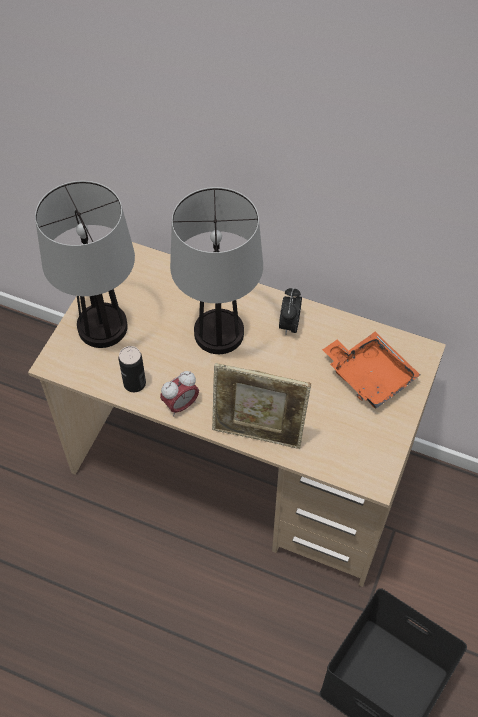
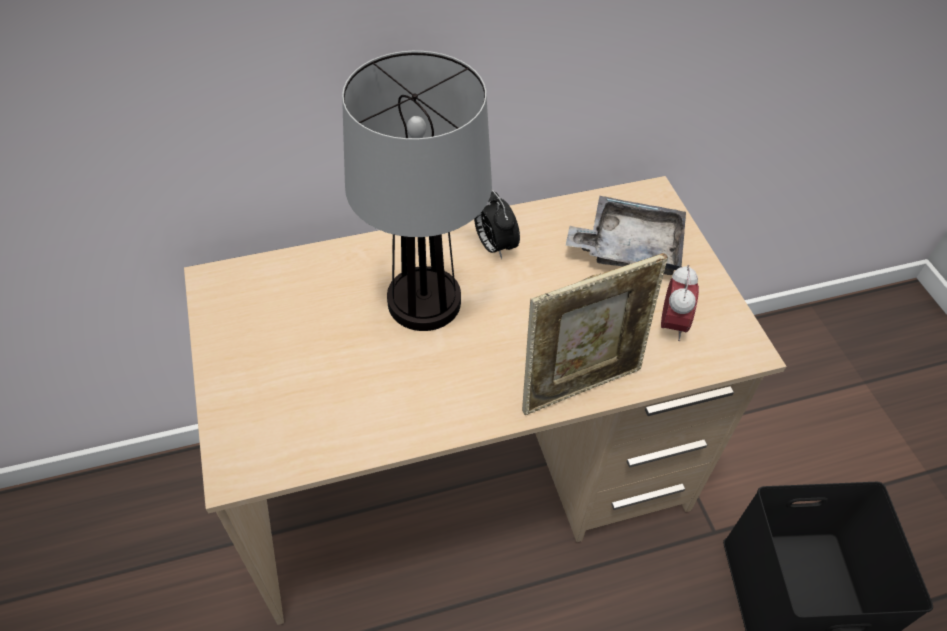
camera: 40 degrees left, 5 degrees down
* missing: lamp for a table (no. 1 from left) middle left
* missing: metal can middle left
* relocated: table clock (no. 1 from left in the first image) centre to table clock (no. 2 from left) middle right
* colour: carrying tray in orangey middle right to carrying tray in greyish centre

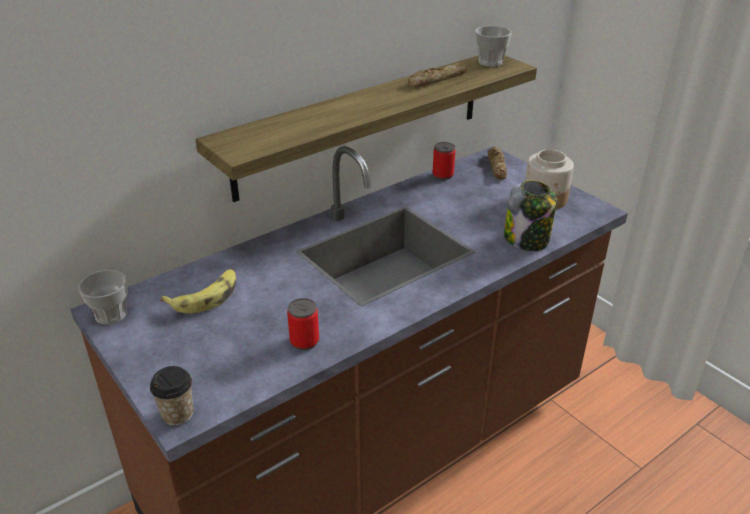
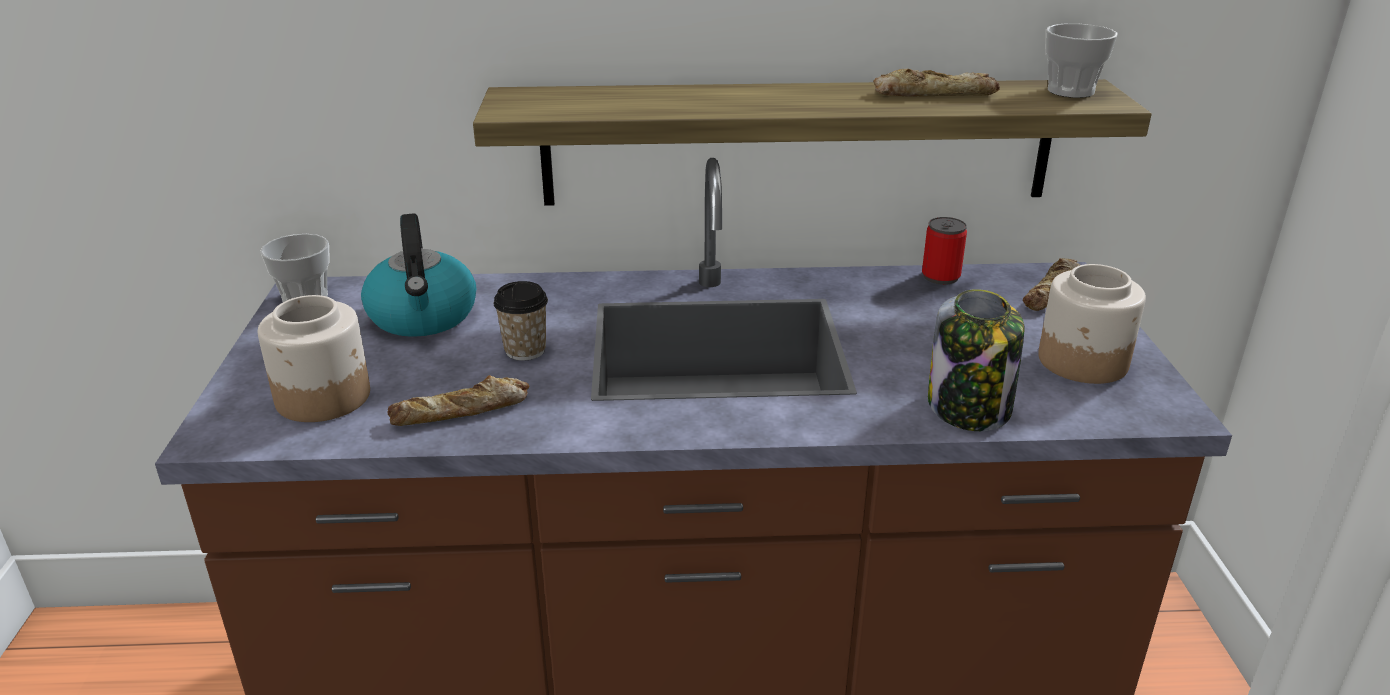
camera: 35 degrees right, 5 degrees down
* appeared: preserve jar (no. 1 from left) middle left
* relocated: small cup (no. 2 from left) bottom left to centre
* exchanged: banana middle left to kettle middle left
* exchanged: metal can (no. 1 from left) centre to bread (no. 1 from left) middle left

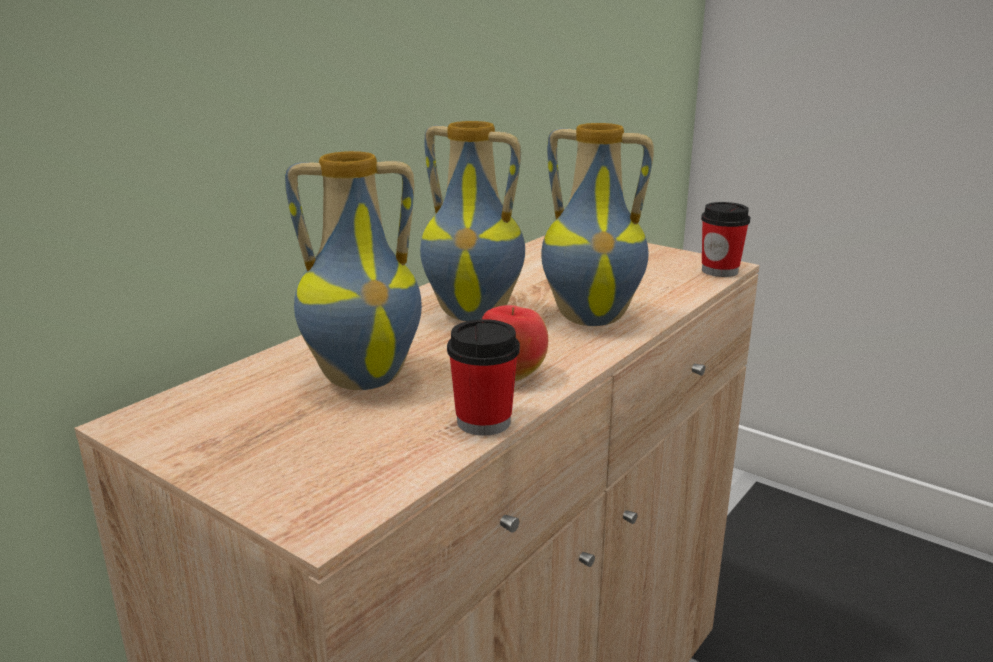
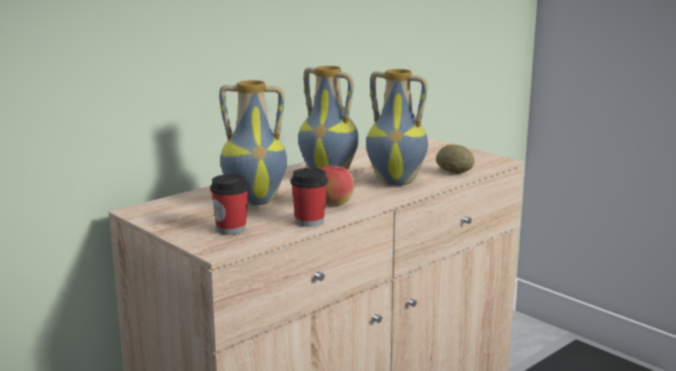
camera: 10 degrees right, 5 degrees down
* appeared: potato middle right
* relocated: small cup (no. 2 from left in the first image) middle right to small cup (no. 1 from left) centre

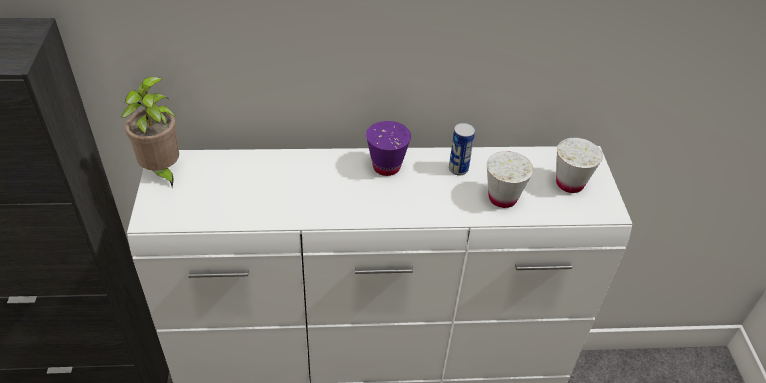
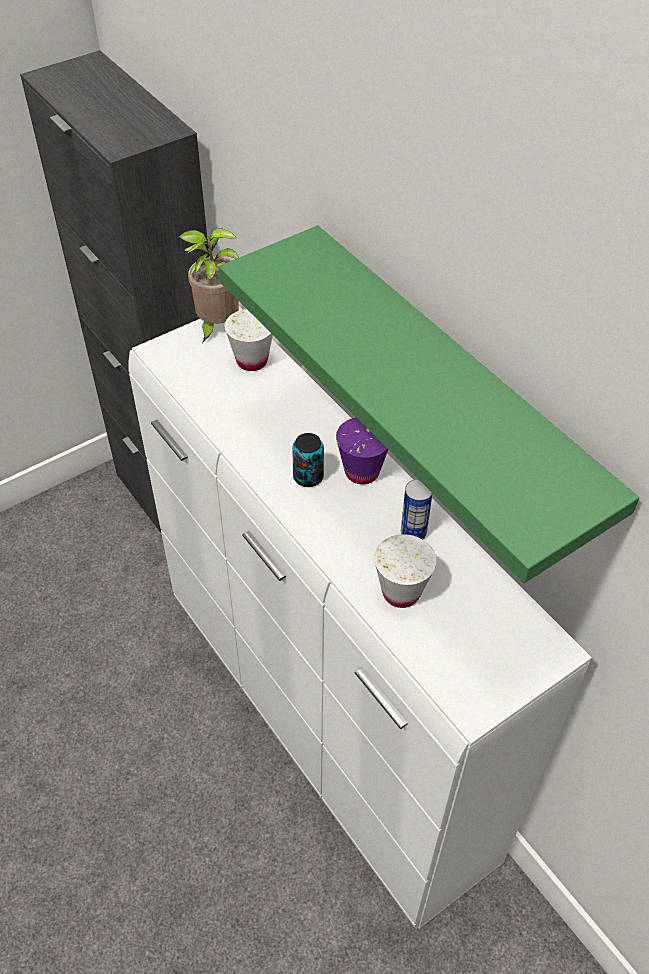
camera: 60 degrees right, 5 degrees up
* appeared: wall shelf in green centre
* appeared: metal can (no. 1 from left) centre
* relocated: small cup in white-coloured (no. 2 from left in the first image) middle right to small cup in white-coloured (no. 1 from left) centre

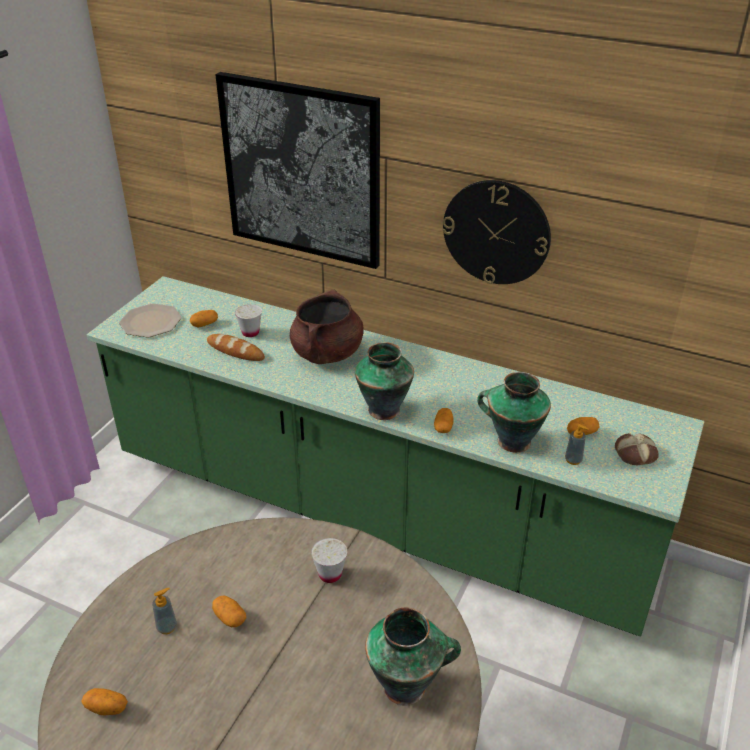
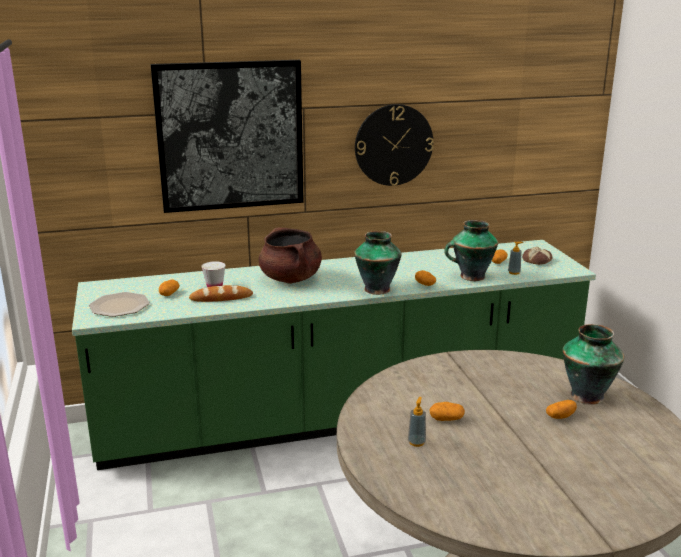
camera: 40 degrees left, 15 degrees down
* missing: small cup in white-coloured (no. 2 from left) bottom centre
* relocated: potato (no. 1 from left in the first image) bottom left to potato (no. 5 from left) bottom right

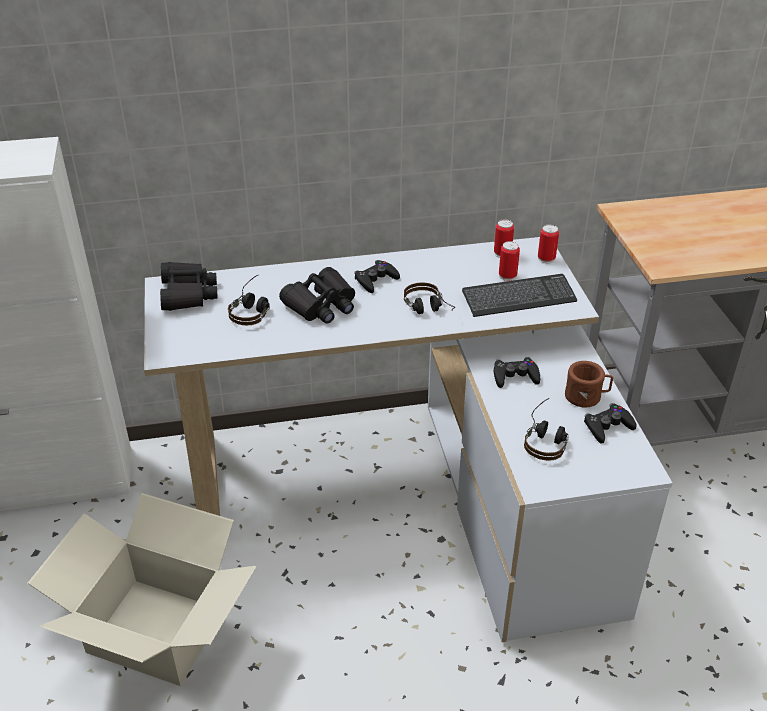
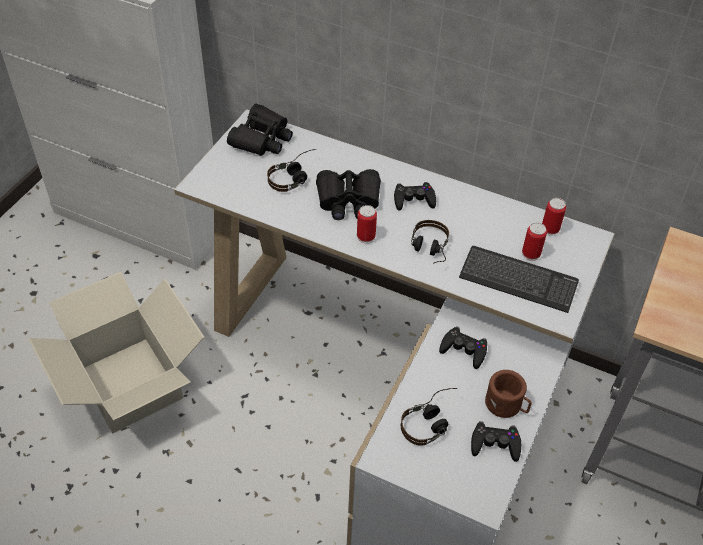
camera: 35 degrees right, 10 degrees up
* relocated: metal can (no. 3 from left in the first image) middle right to metal can (no. 1 from left) centre

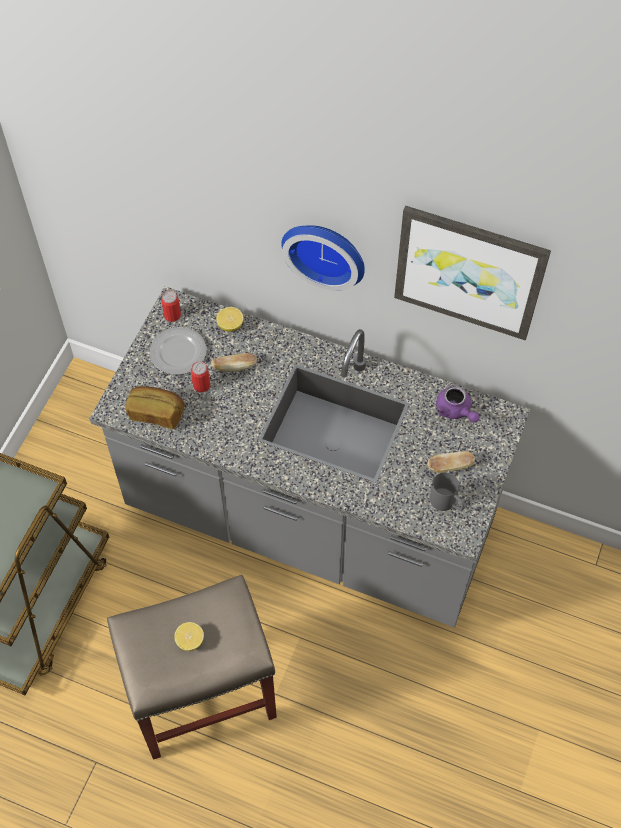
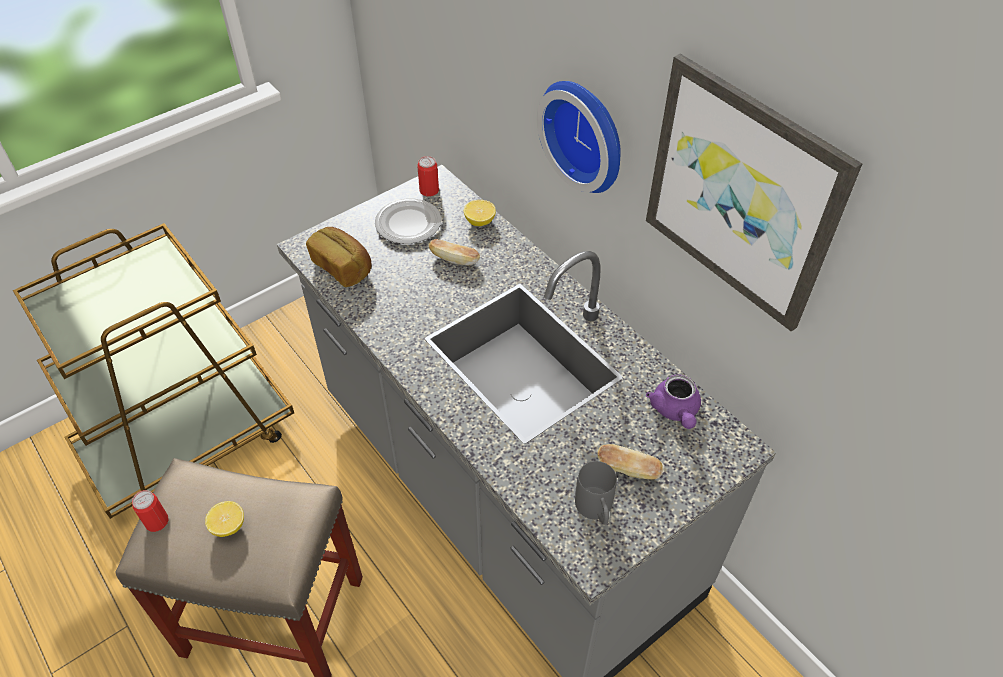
camera: 30 degrees right, 10 degrees down
* relocated: metal can (no. 2 from left in the first image) middle left to metal can (no. 1 from left) bottom left

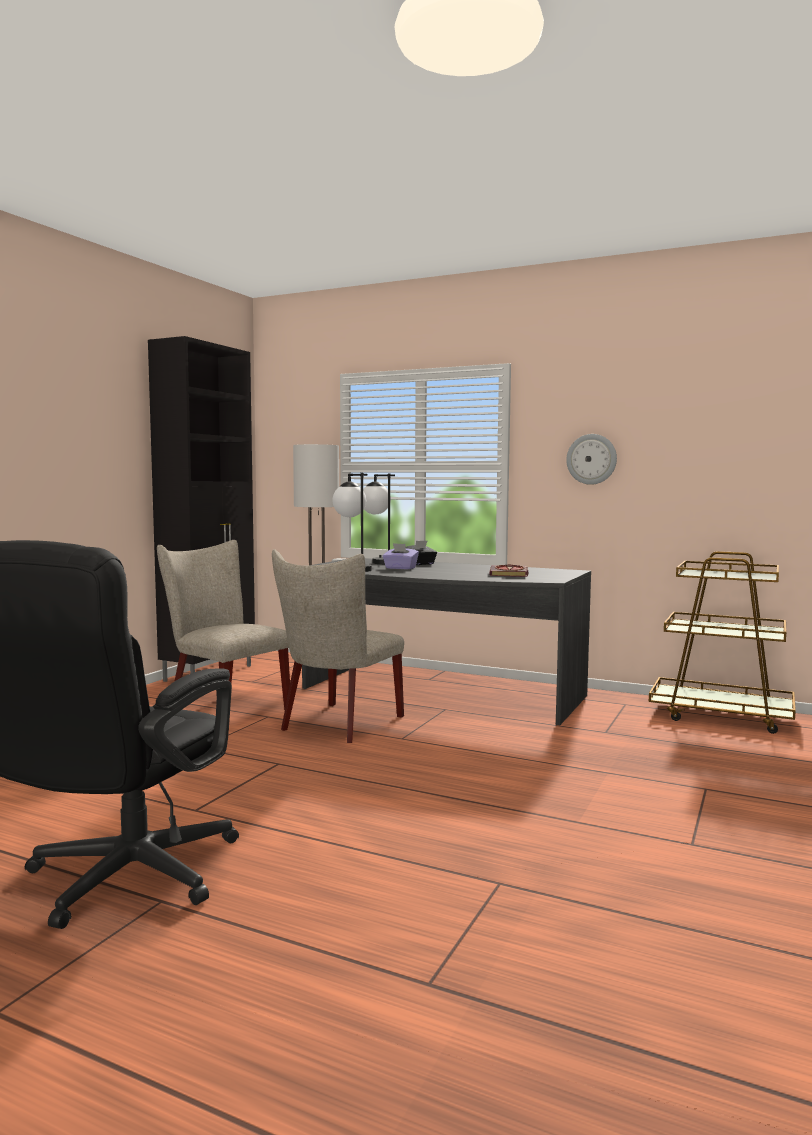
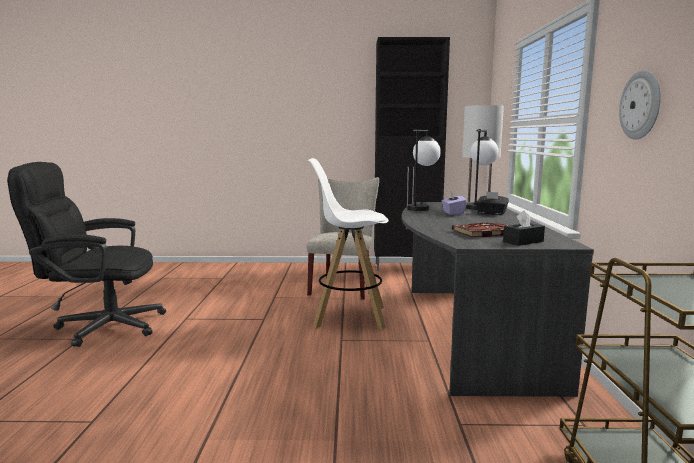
camera: 65 degrees right, 5 degrees up
* appeared: tissue holder in black-coloured (no. 2 from left) middle right
* exchanged: chair in beige-coloured (no. 2 from left) centre to stool in white-coloured centre

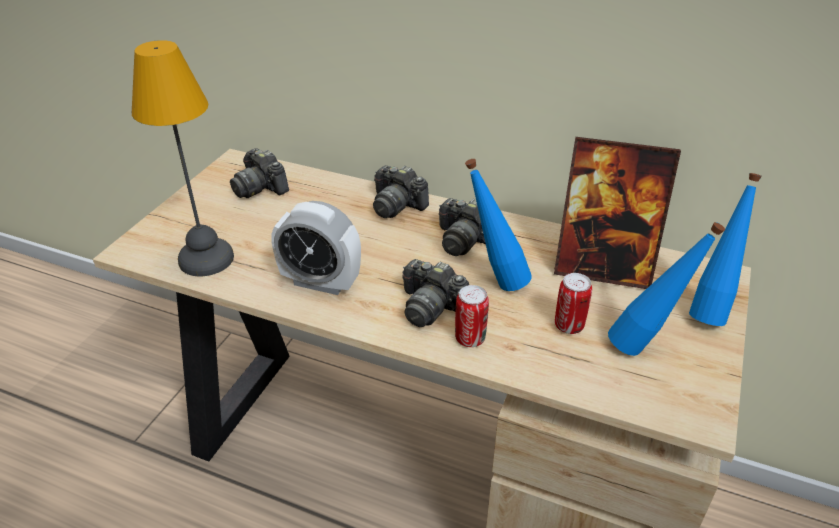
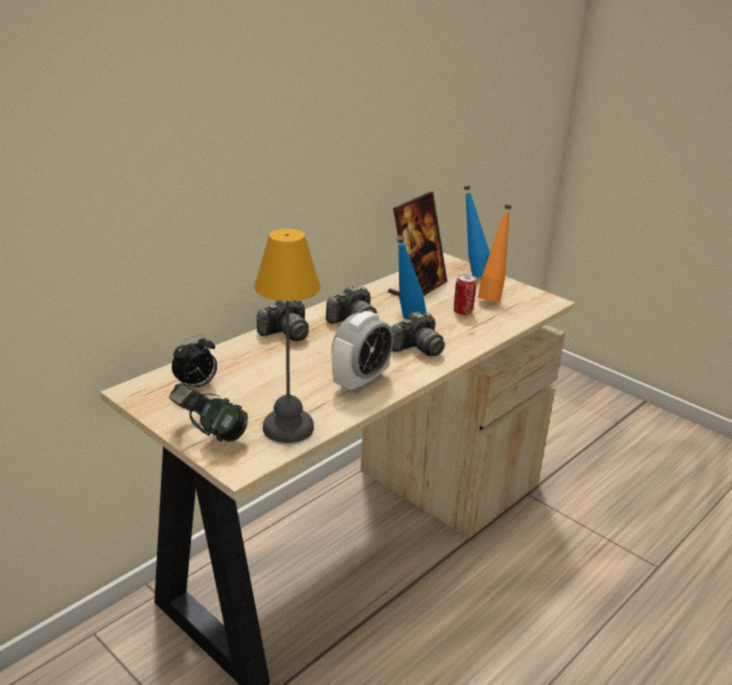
camera: 70 degrees left, 10 degrees down
* missing: metal can (no. 1 from left) centre
* appeared: headphones middle left
* exchanged: photo camera (no. 1 from left) top left to table clock (no. 1 from left) middle left
* colour: beverage bottle in blue-coloured (no. 2 from left) middle right to beverage bottle in orangey middle right

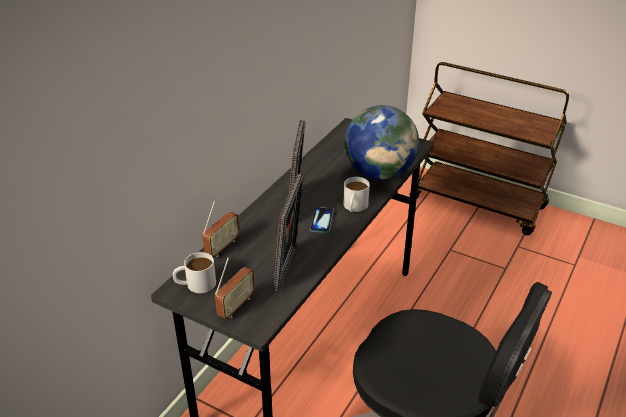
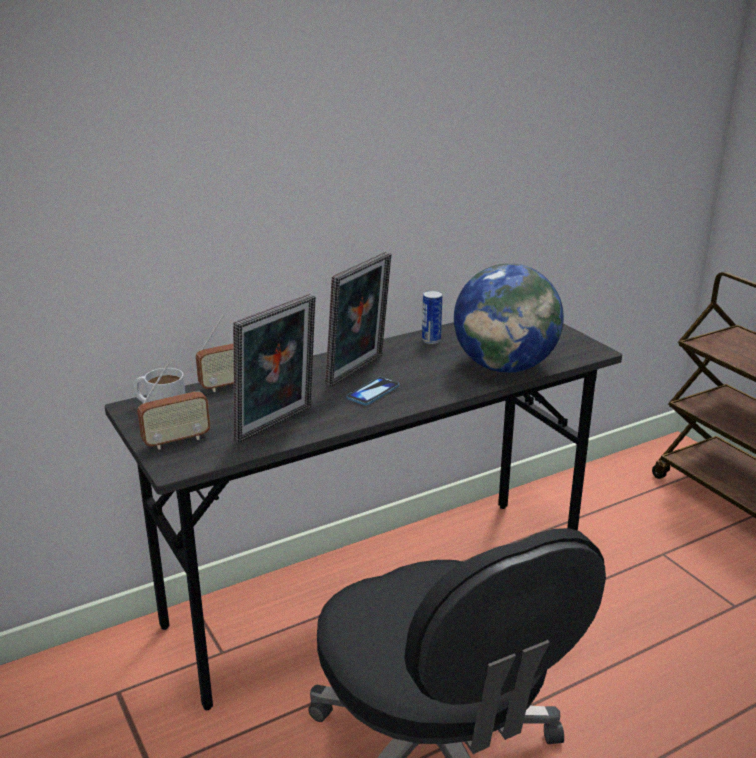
camera: 30 degrees right, 10 degrees down
* missing: coffee mug in white-coloured (no. 2 from left) centre
* appeared: metal can centre

